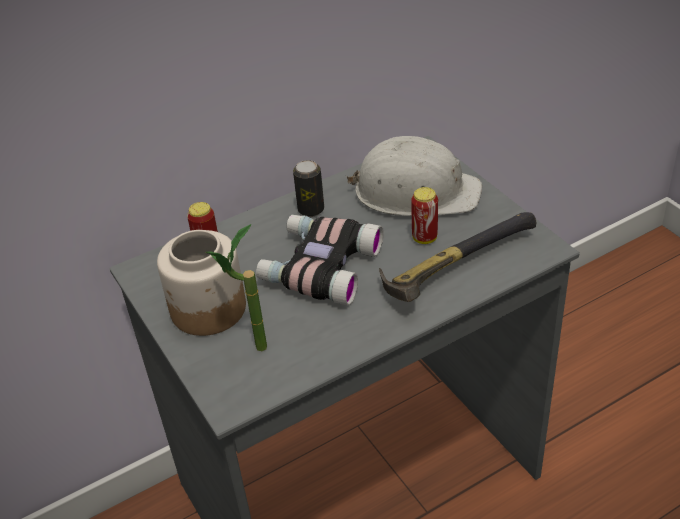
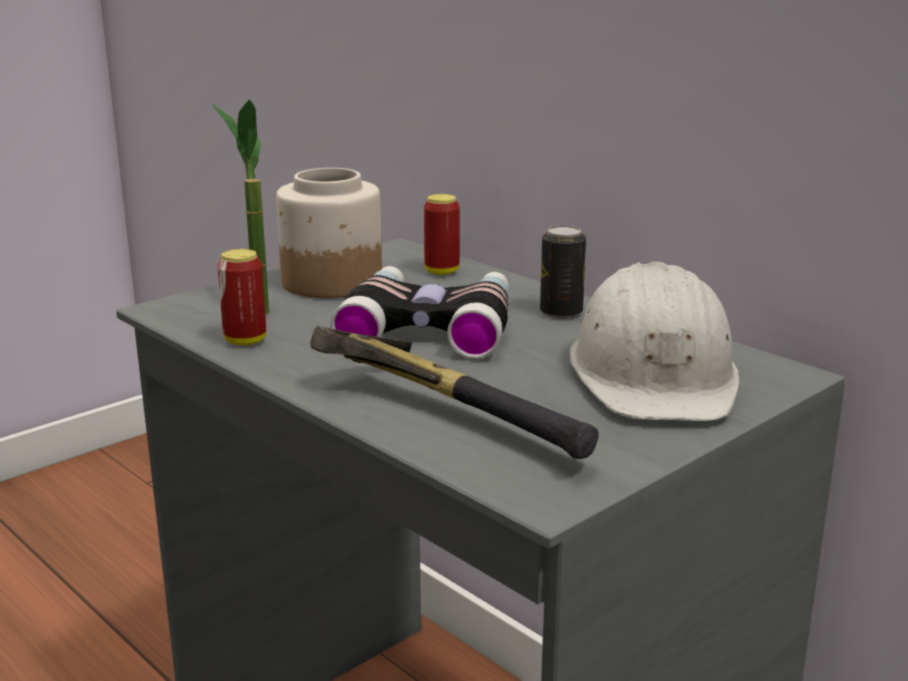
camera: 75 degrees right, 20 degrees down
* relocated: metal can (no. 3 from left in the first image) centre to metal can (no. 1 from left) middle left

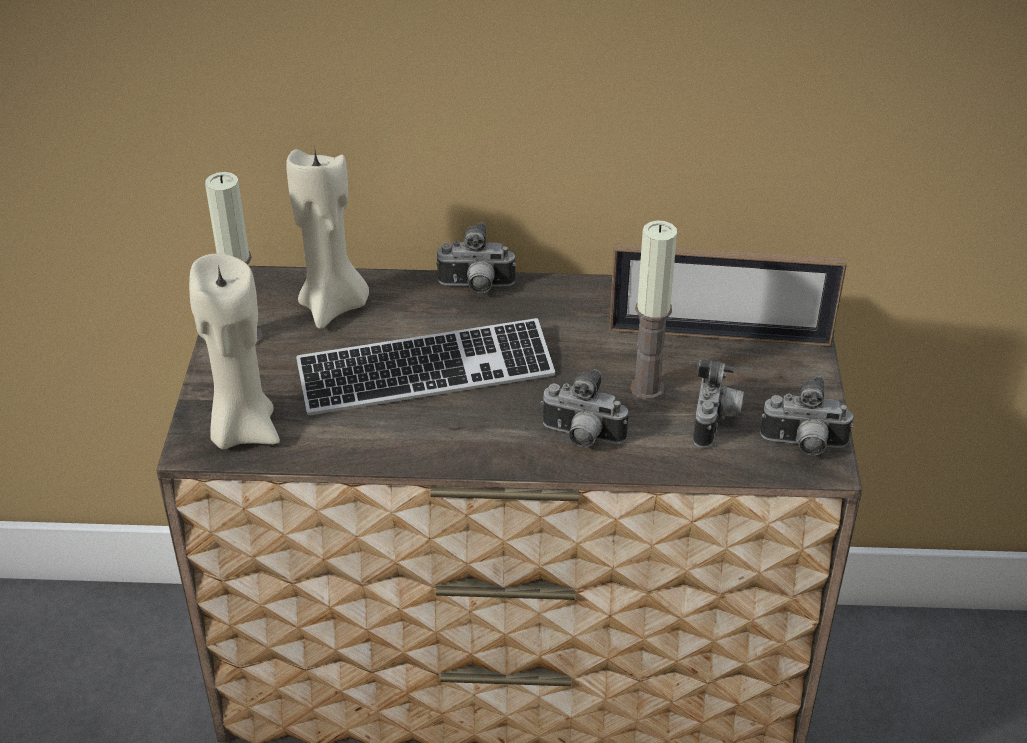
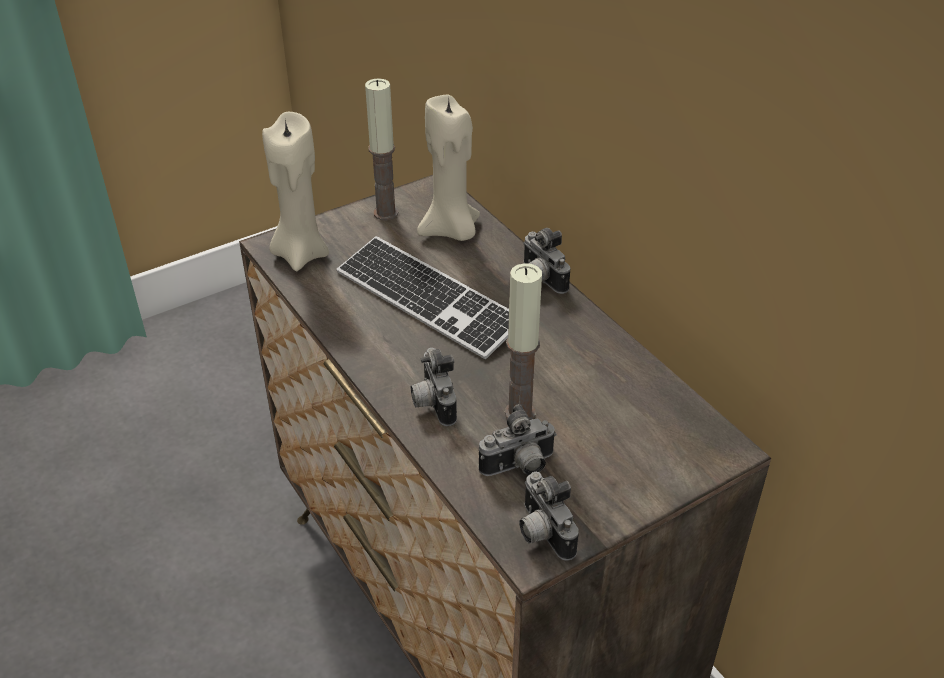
camera: 55 degrees right, 0 degrees up
* missing: standing frame middle right

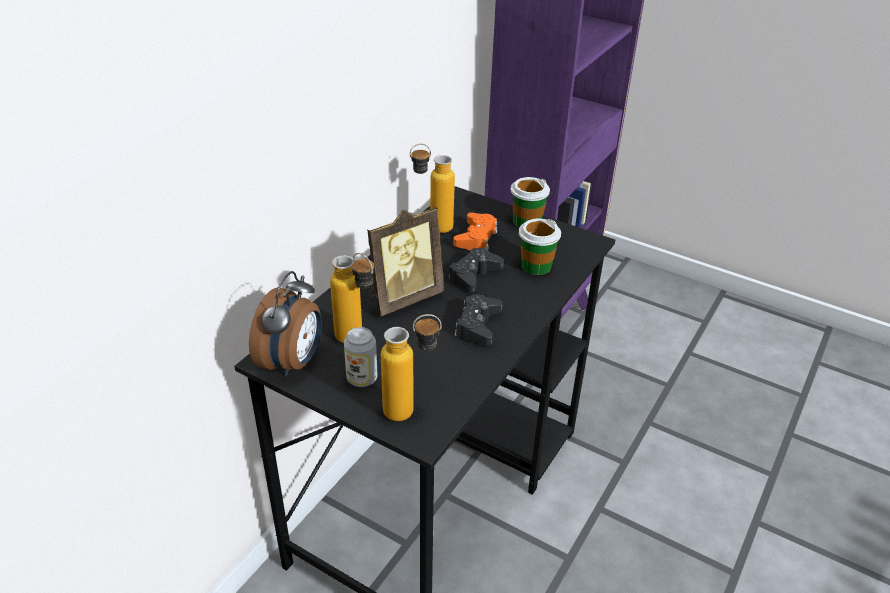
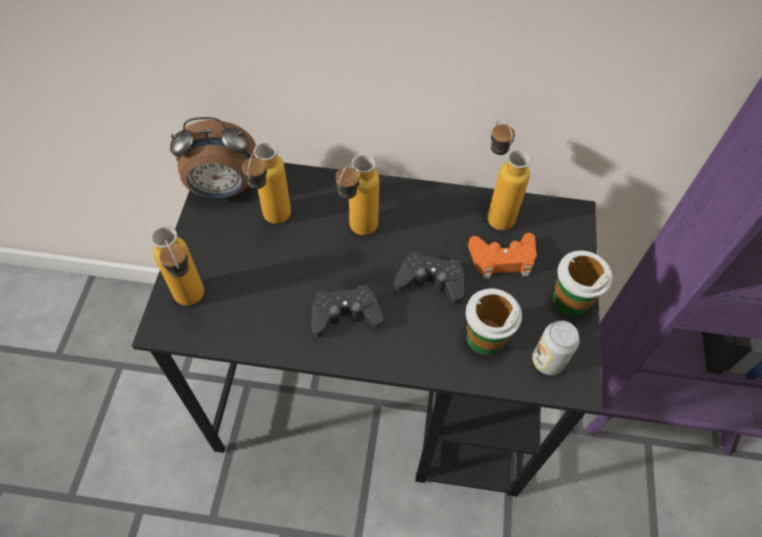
camera: 65 degrees right, 20 degrees up
* relocated: metal can centre to middle right
* exchanged: standing frame centre to beverage bottle (no. 3 from left) centre

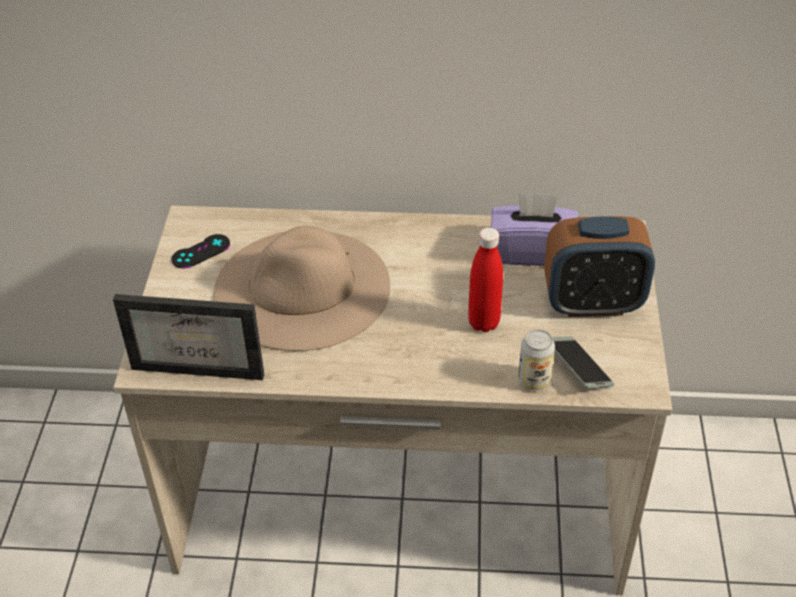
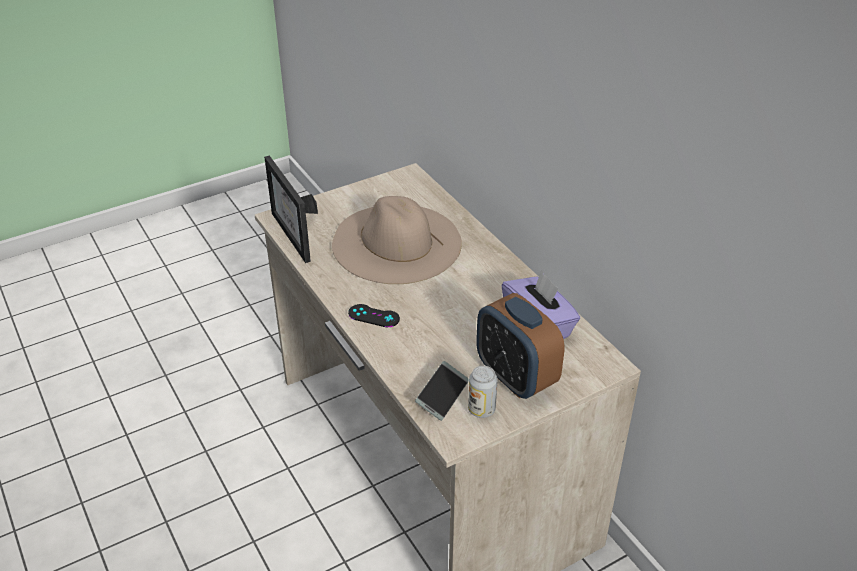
camera: 55 degrees right, 5 degrees down
* missing: beverage bottle in red-coloured centre
* relocated: game controller in black-coloured middle left to centre
* relocated: metal can middle right to bottom centre

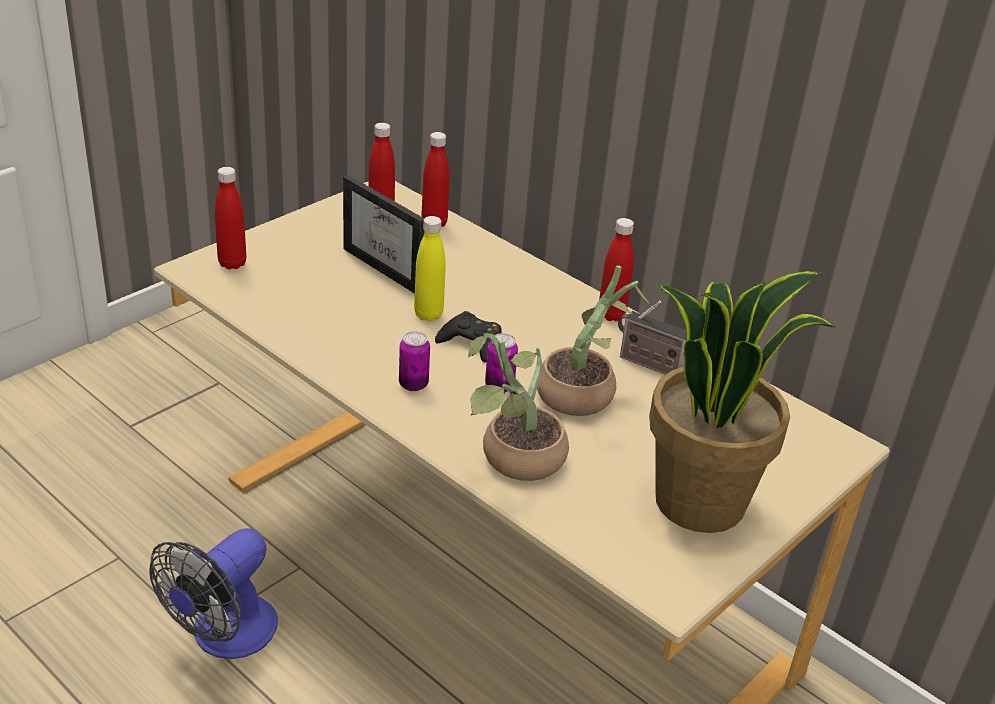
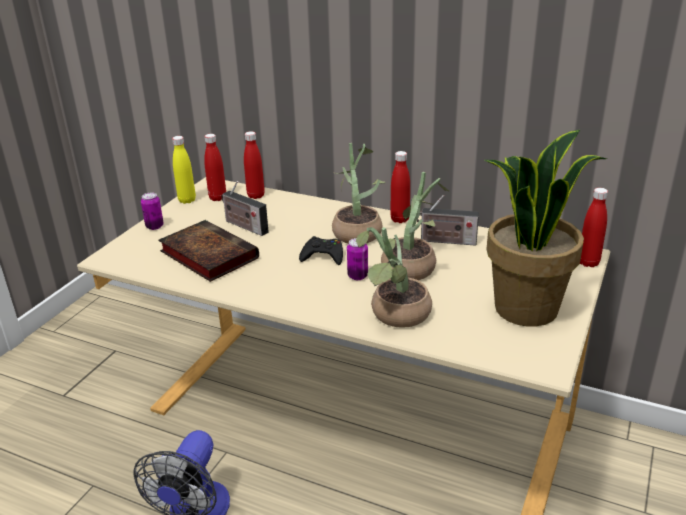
camera: 15 degrees left, 5 degrees down
* appeared: volume middle left
* appeared: potted plant (no. 1 from left) centre
* relocated: beverage bottle in red-coloured (no. 1 from left in the first image) top left to beverage bottle in red-coloured (no. 4 from left) middle right
* relocated: metal can (no. 1 from left) centre to middle left
* relocated: beverage bottle in yellow centre to top left
* exchanged: standing frame top centre to radio receiver (no. 1 from left) centre

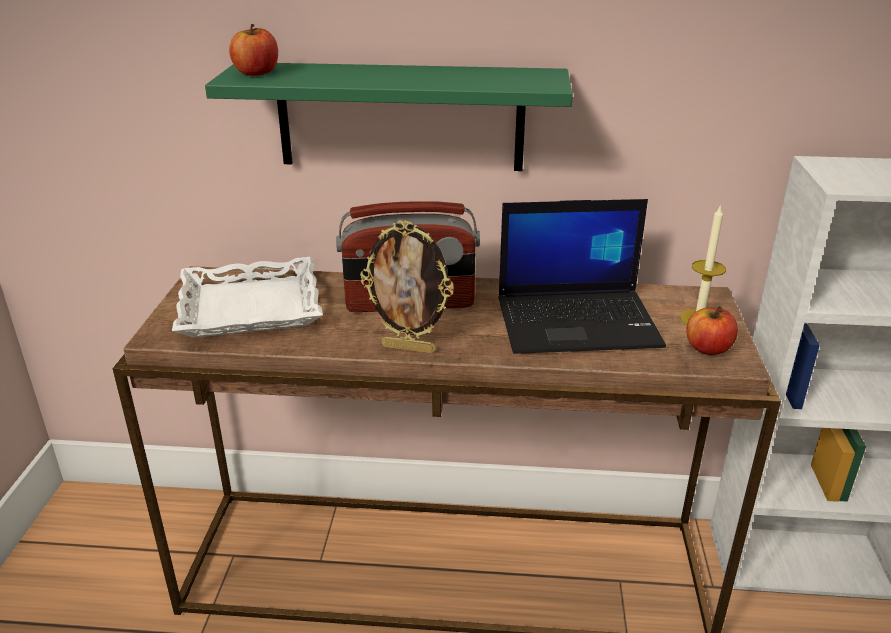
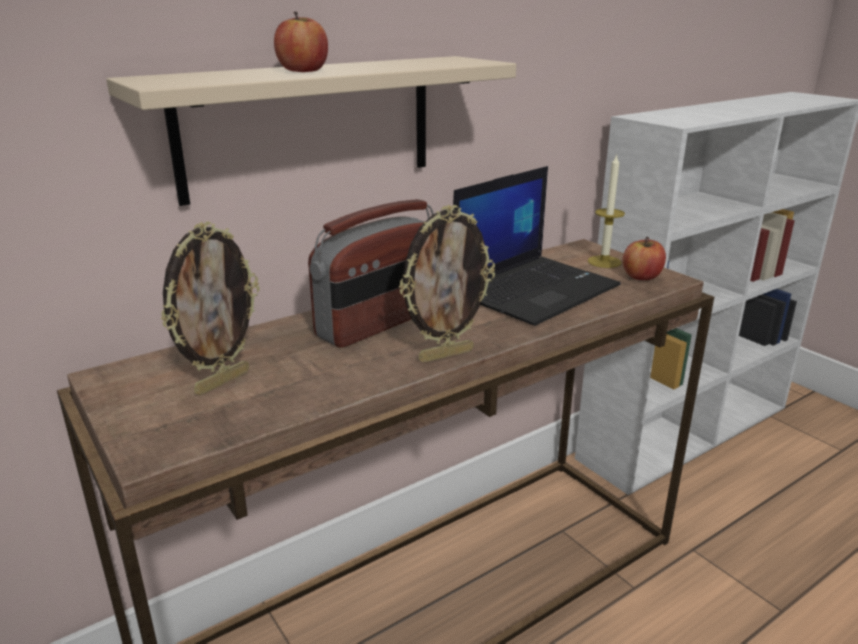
camera: 40 degrees left, 5 degrees down
* relocated: apple (no. 1 from left) top left to top centre
* exchanged: carrying tray in white-coloured middle left to standing frame (no. 1 from left) middle left
* colour: wall shelf in green top centre to wall shelf in beige-coloured top centre

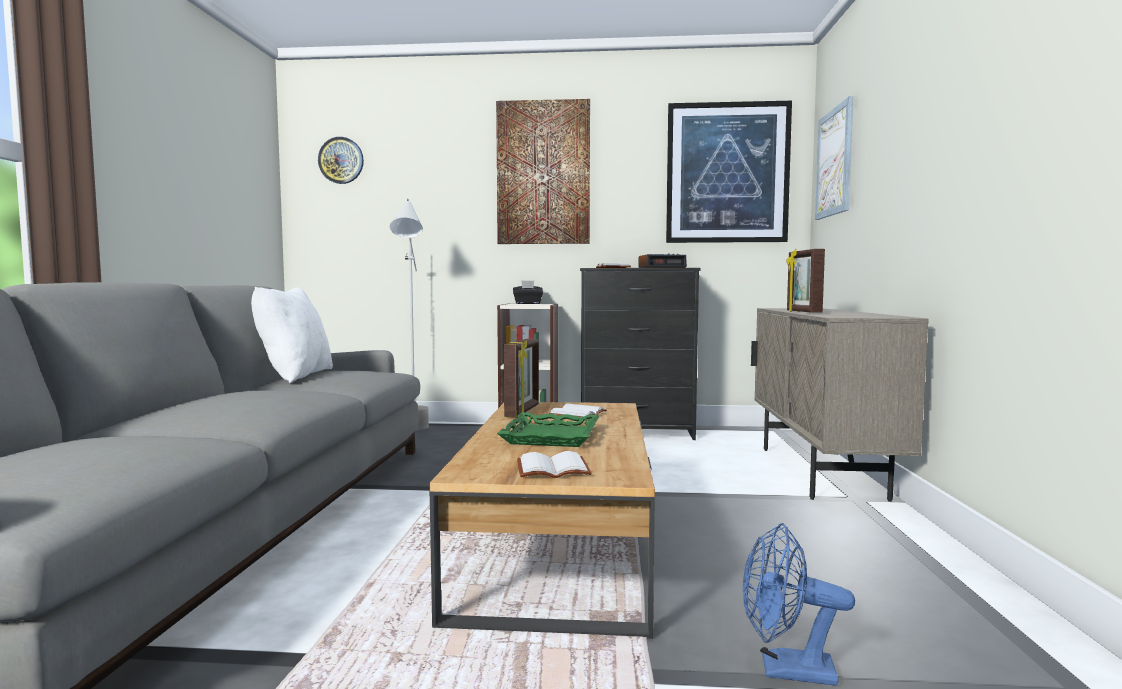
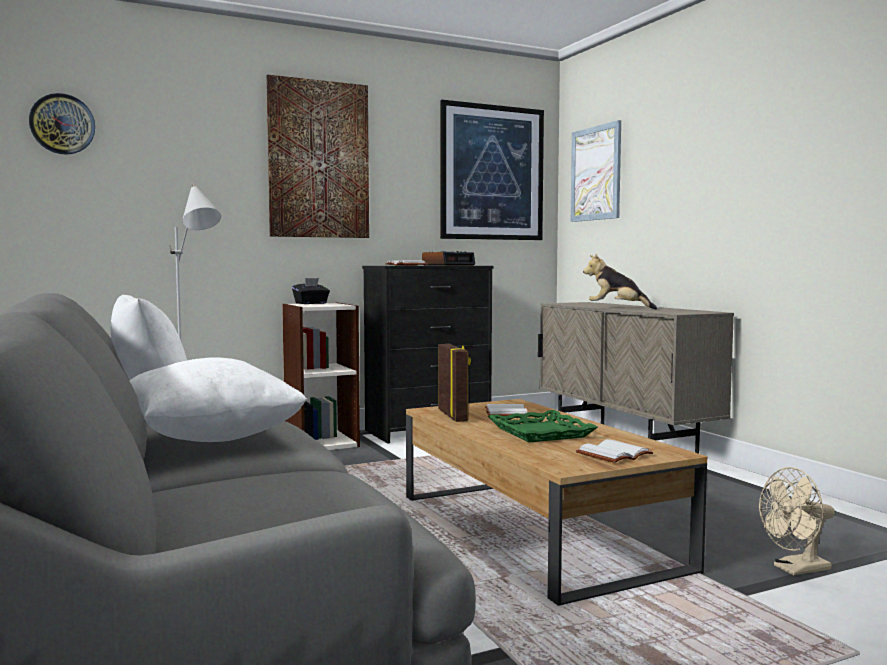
camera: 30 degrees left, 0 degrees up
* appeared: throw pillow in white-coloured (no. 2 from left) middle left
* exchanged: standing frame (no. 2 from left) middle right to cuddly toy middle right
* colour: cooling fan in blue-coloured bottom right to cooling fan in beige-coloured bottom right

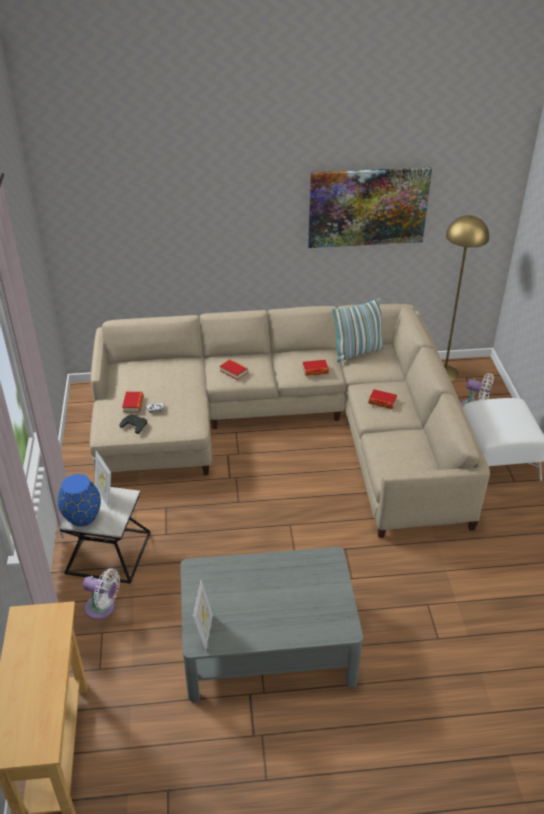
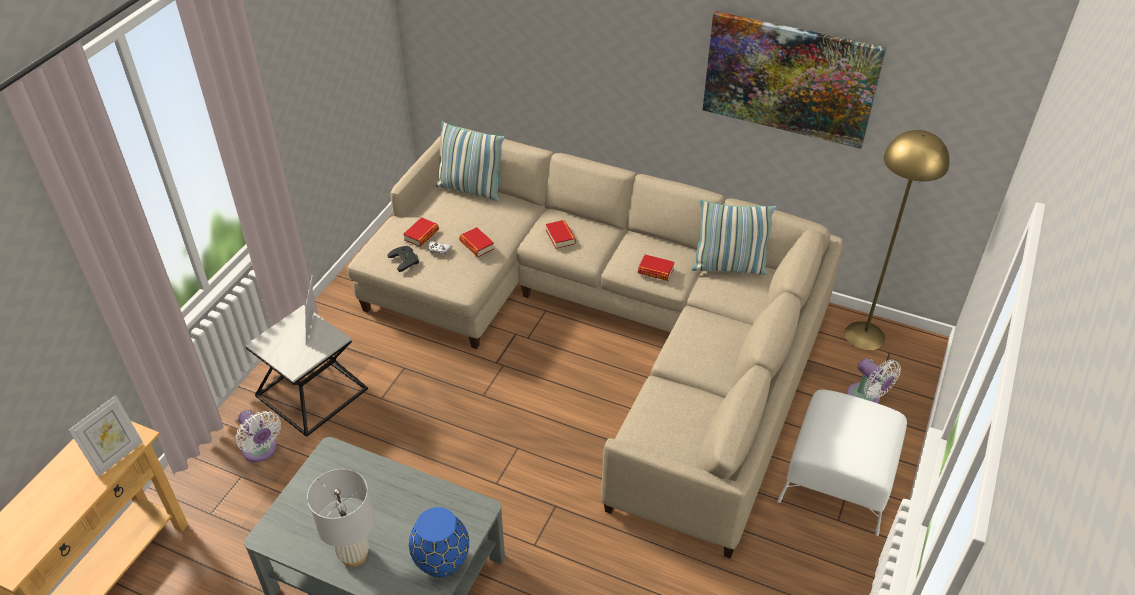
camera: 30 degrees right, 5 degrees up
* appeared: lamp for a table in white-coloured bottom left
* appeared: throw pillow (no. 1 from left) top centre
* relocated: flower vase in blue-coloured middle left to bottom centre
* relocated: standing frame (no. 2 from left in the first image) bottom centre to standing frame (no. 1 from left) bottom left
* relocated: volume (no. 4 from left in the first image) middle right to volume (no. 2 from left) centre

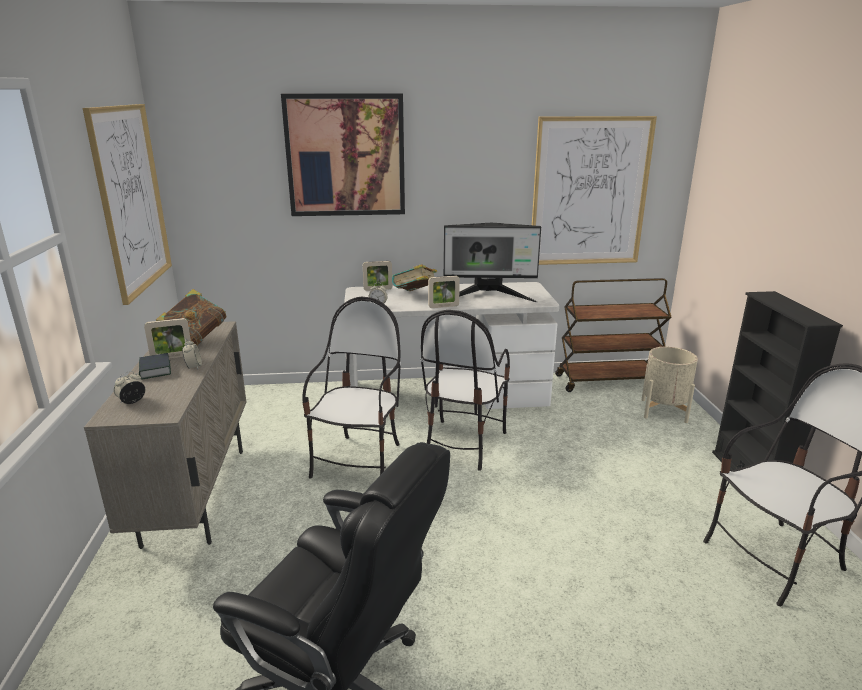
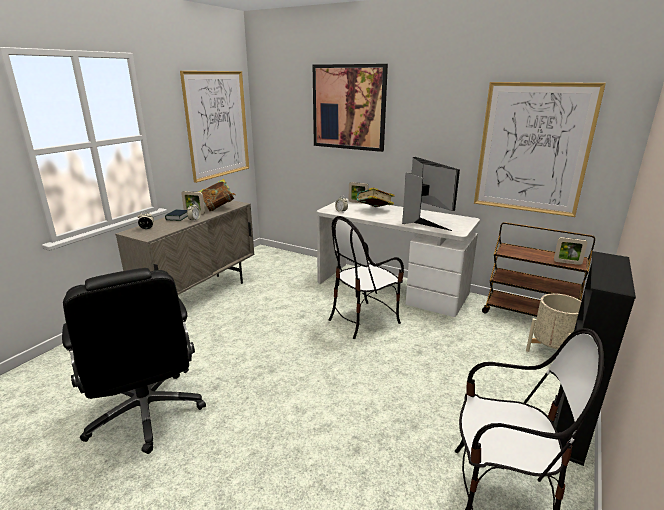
camera: 35 degrees right, 0 degrees up
* missing: chair (no. 1 from left) centre
* relocated: standing frame (no. 3 from left) centre to middle right
* spun: computer display centre = centre 150 degrees counterclockwise

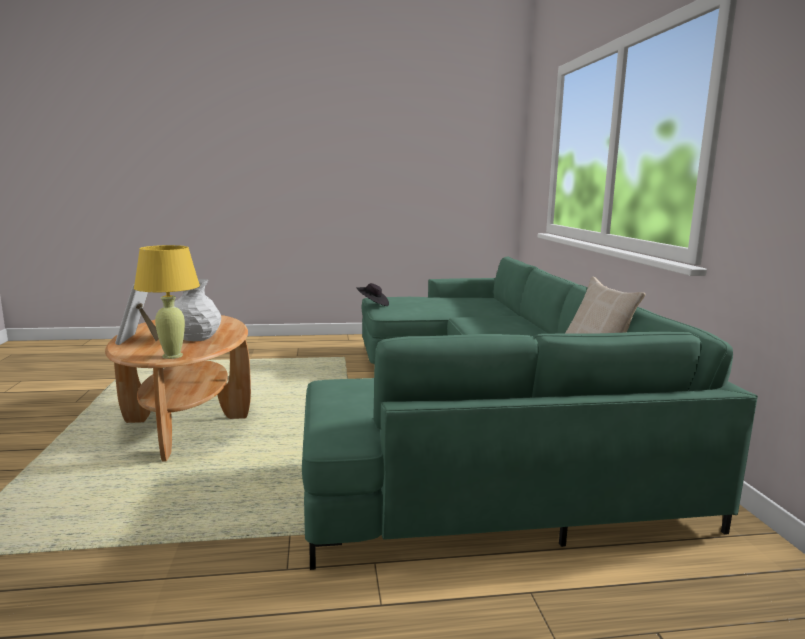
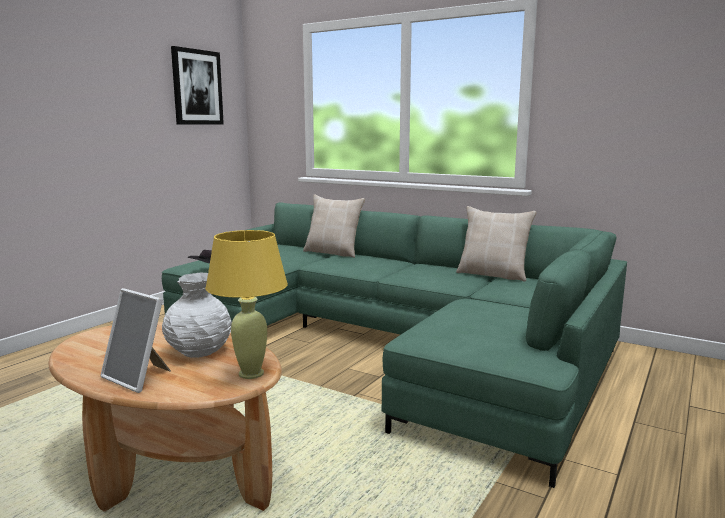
camera: 50 degrees left, 0 degrees up
* appeared: wall picture top left
* appeared: throw pillow in beige-coloured (no. 1 from left) centre

